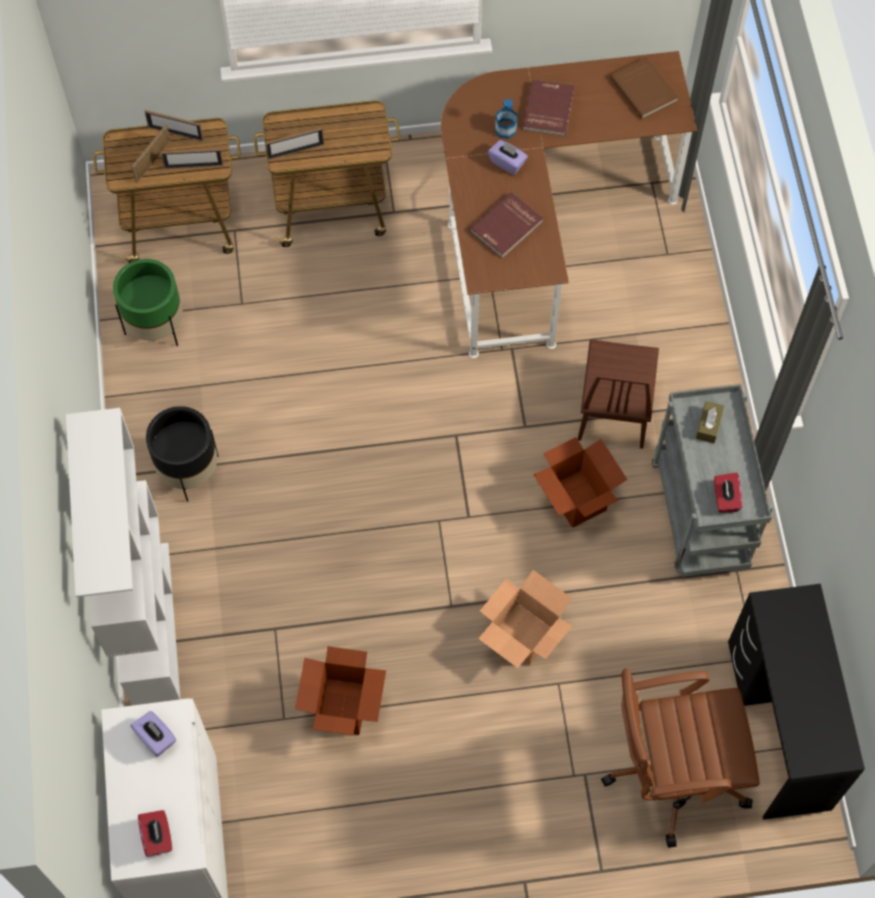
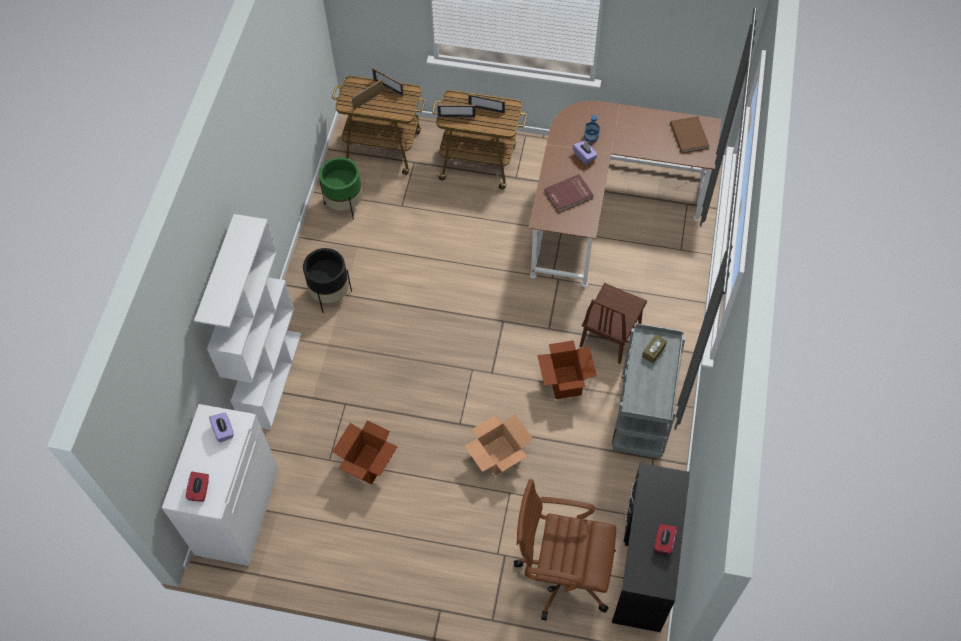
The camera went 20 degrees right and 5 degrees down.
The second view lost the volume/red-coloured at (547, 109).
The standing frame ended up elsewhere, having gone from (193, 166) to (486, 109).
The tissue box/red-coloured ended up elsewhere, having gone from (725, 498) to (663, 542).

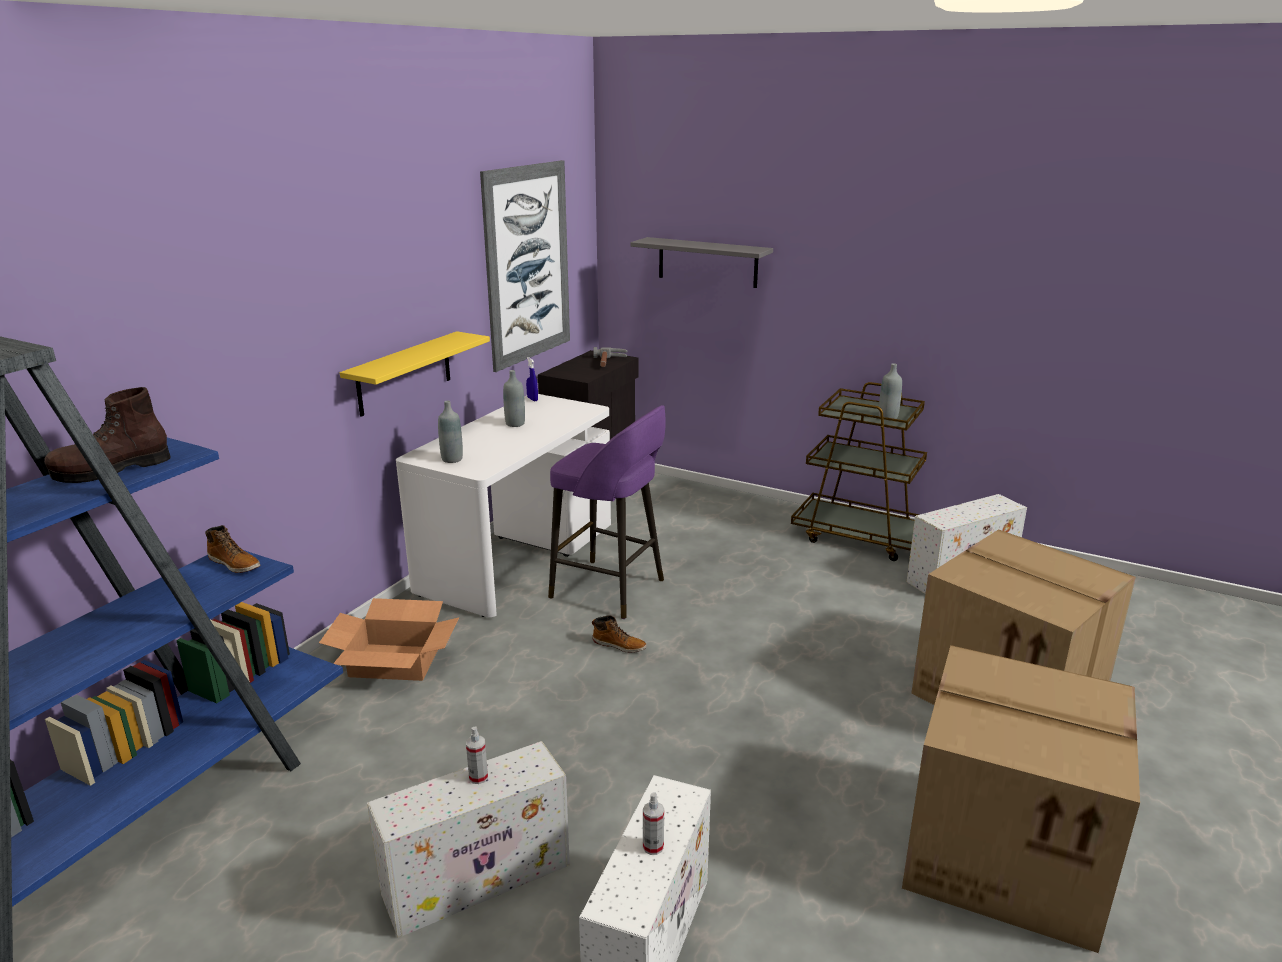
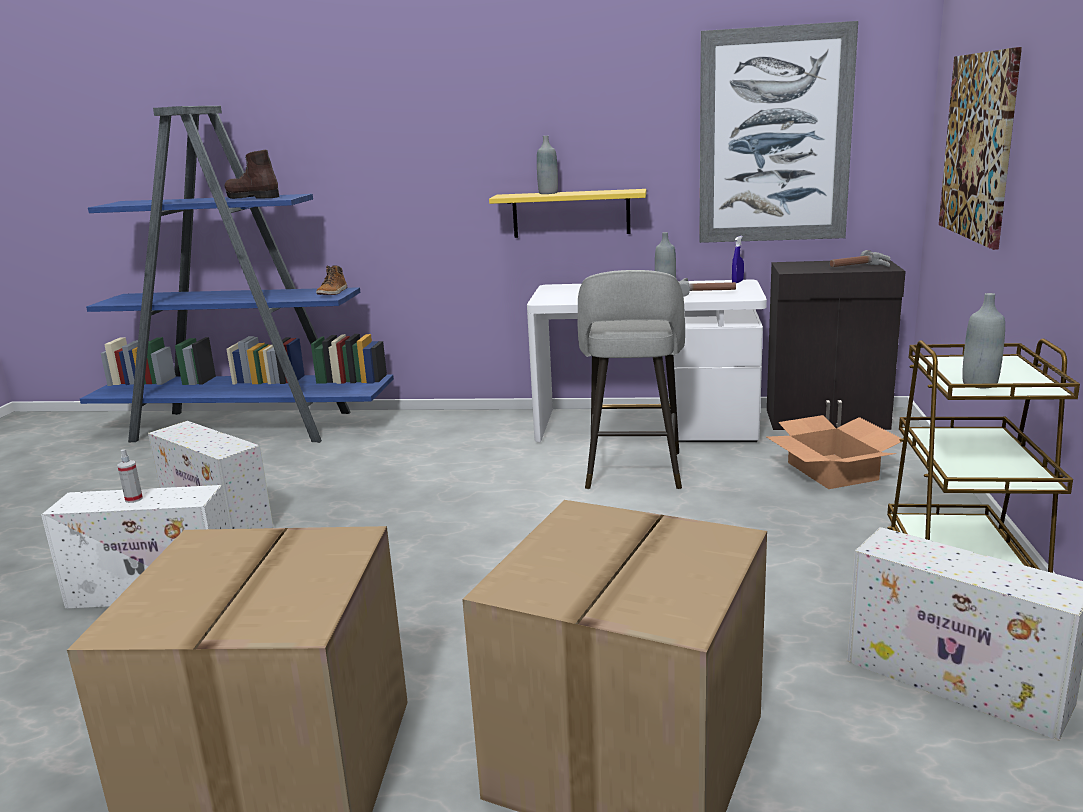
The camera went 70 degrees right and 5 degrees down.
Where the wall shelf/greyish hung at (707, 262), the picture came to hang at (979, 146).
The beverage bottle/greyish ended up elsewhere, having gone from (452, 459) to (548, 193).
What was the stool/purple-coloured at (610, 590) turned into the stool/greyish at (633, 472).
The carton ended up elsewhere, having gone from (394, 662) to (832, 471).
The second view lost the high-top boot at (619, 645).
The second view lost the sprayer at (478, 777).
The second view gained the tool hammer at (705, 292).

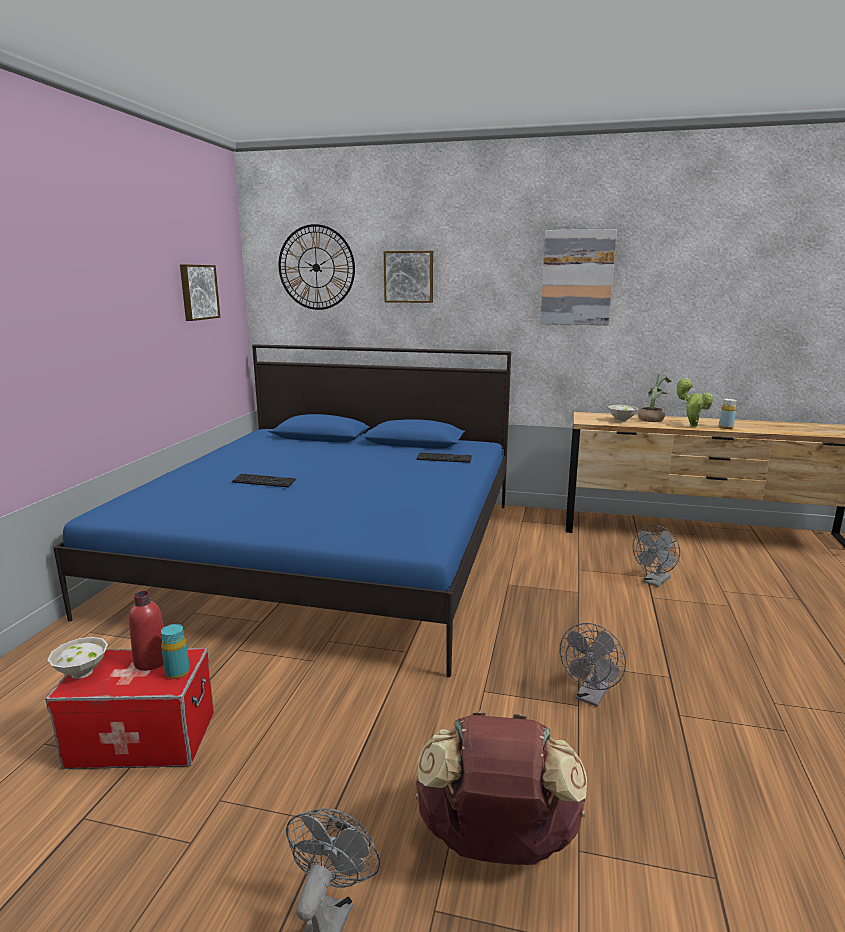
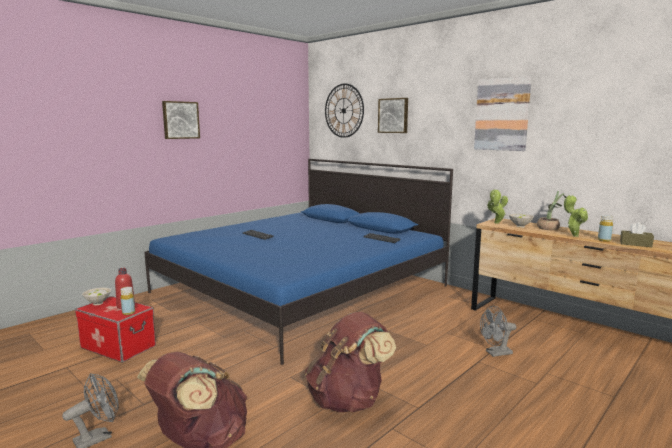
The camera went 30 degrees right and 5 degrees down.
The picture ended up elsewhere, having gone from (198, 292) to (180, 120).
Where the cooling fan/greyish stood at (591, 697), the backpack/brown came to stand at (348, 400).
What was the beverage bottle/turquoise-coloured at (177, 672) turned into the beverage bottle/yellow at (128, 313).
The second view gained the potted plant at (496, 223).
The second view gained the tissue box/brown at (635, 244).

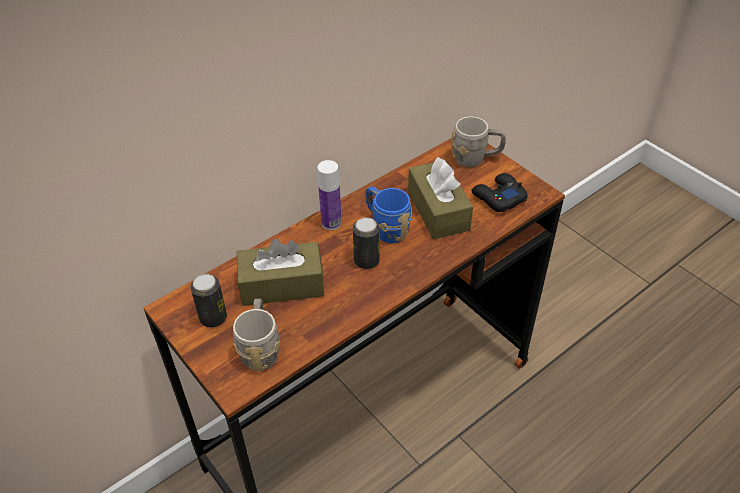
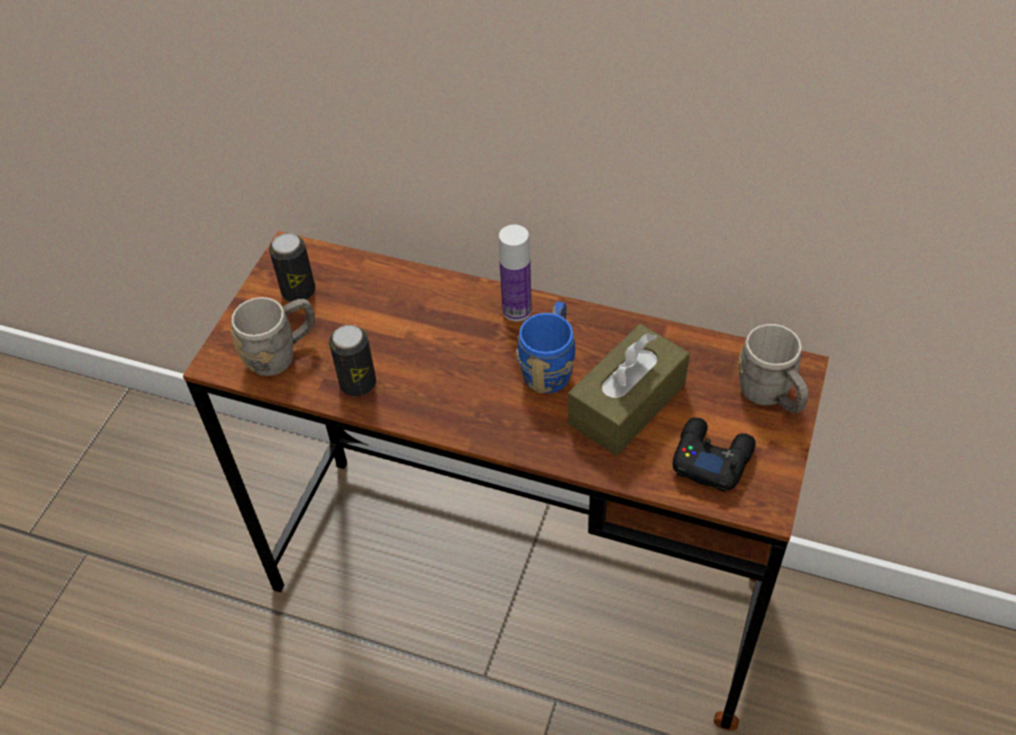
The camera went 60 degrees right and 5 degrees up.
The can ended up elsewhere, having gone from (366, 261) to (358, 383).
The second view lost the tissue box/brown at (282, 285).

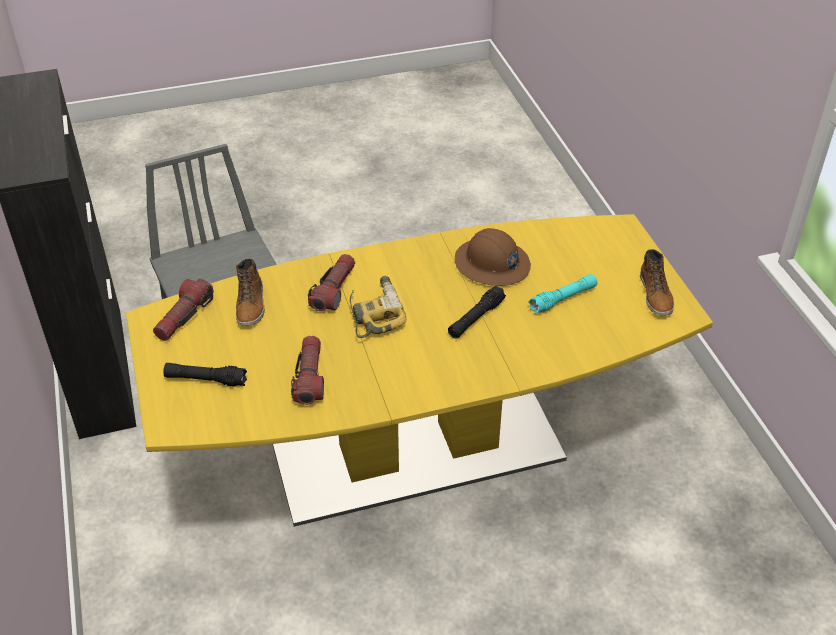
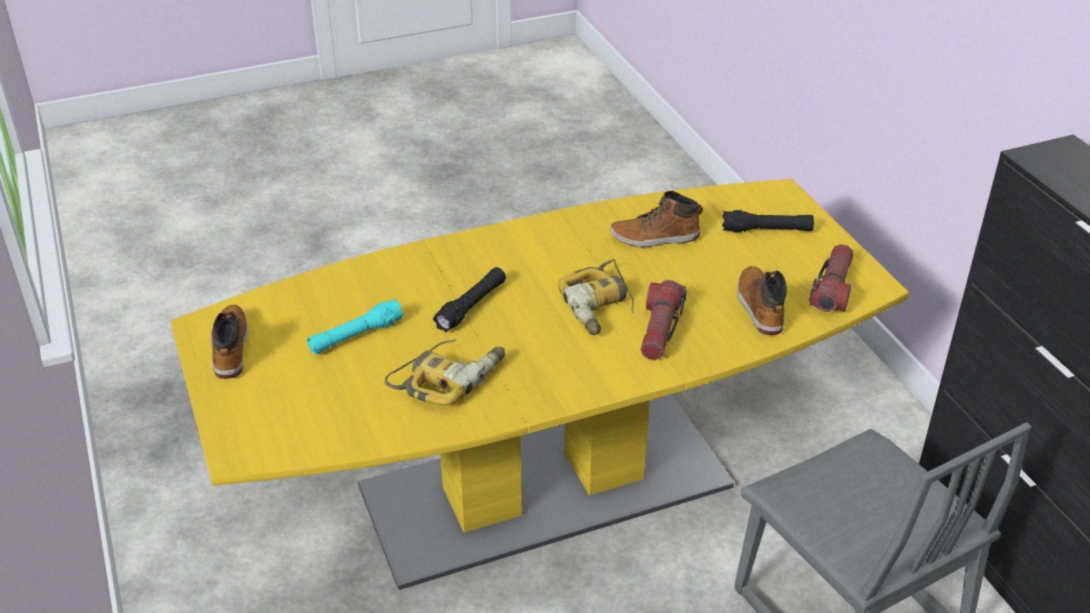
The camera went 175 degrees right and 5 degrees down.
Where the work helmet/brown stood at (492, 264), the drill came to stand at (448, 378).
Where the hand torch stood at (310, 378), the high-top boot came to stand at (655, 238).

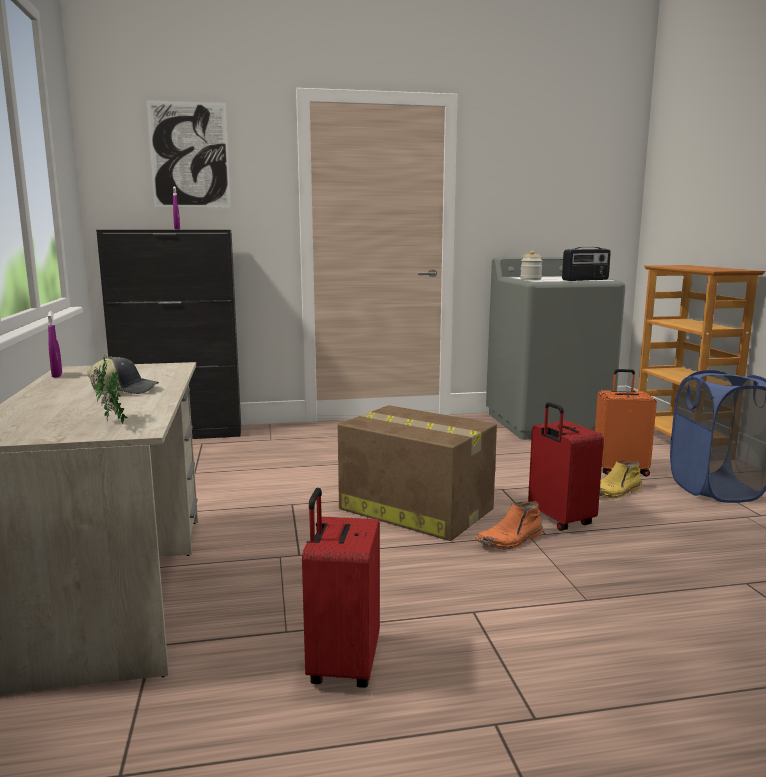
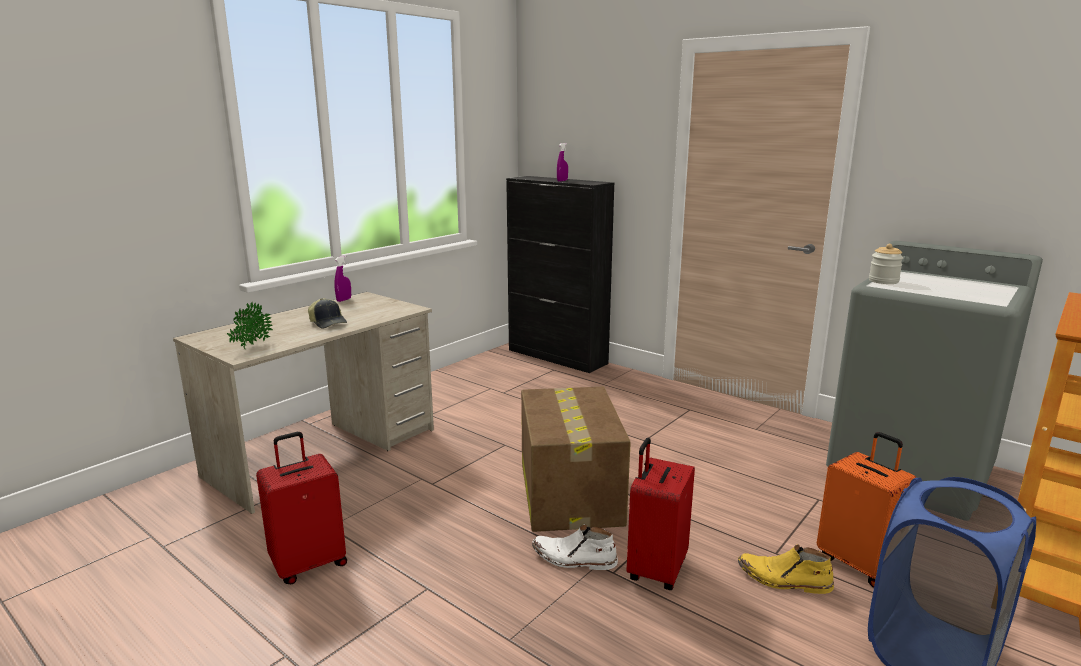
The camera went 50 degrees right and 5 degrees up.
The second view lost the picture at (189, 155).
The second view lost the radio set at (585, 280).
What was the high-top boot/orangey at (510, 540) turned into the high-top boot/white-coloured at (573, 559).

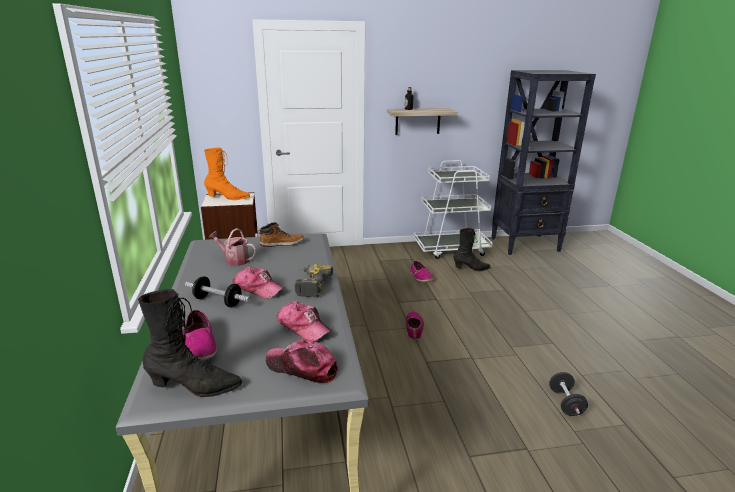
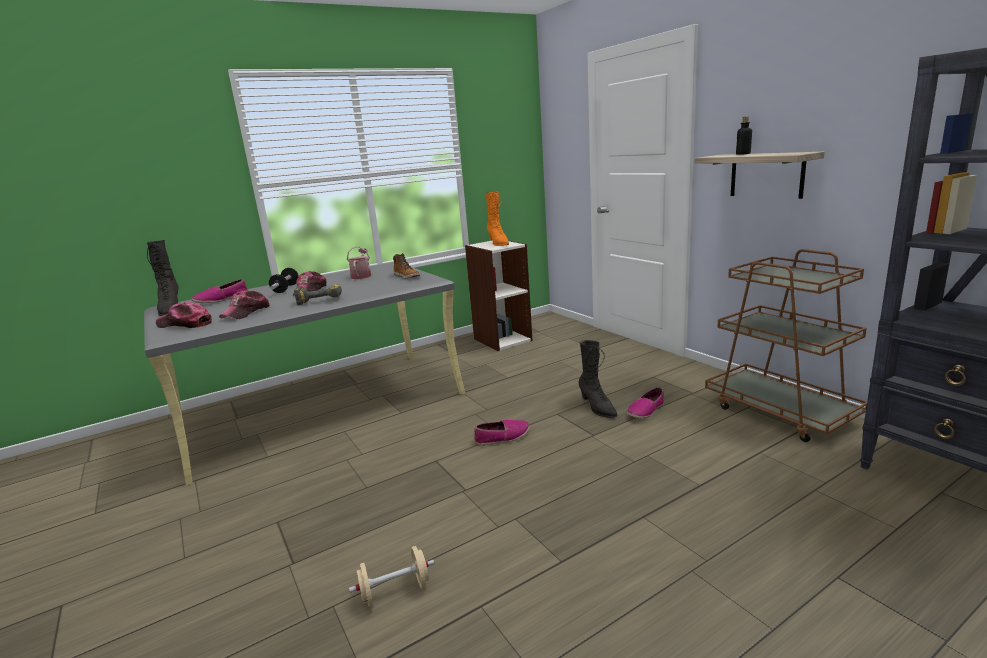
The camera went 70 degrees right and 5 degrees down.
What was the cart/white-coloured at (451, 249) turned into the cart/brown at (780, 411).
The high-top boot/black-coloured ended up elsewhere, having gone from (471, 268) to (597, 408).
The baseball cap at (302, 368) ended up facing another way, 75 degrees counterclockwise from before.
What was the hand weight/black-coloured at (565, 403) turned into the hand weight/beige-coloured at (395, 591).

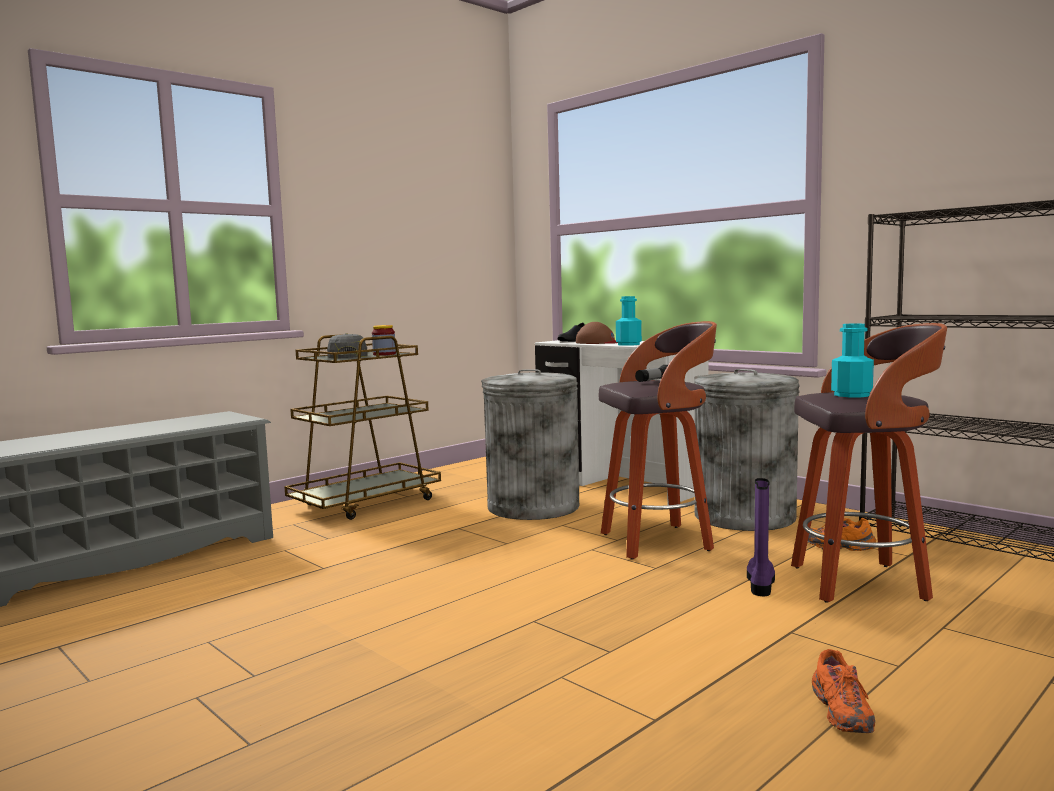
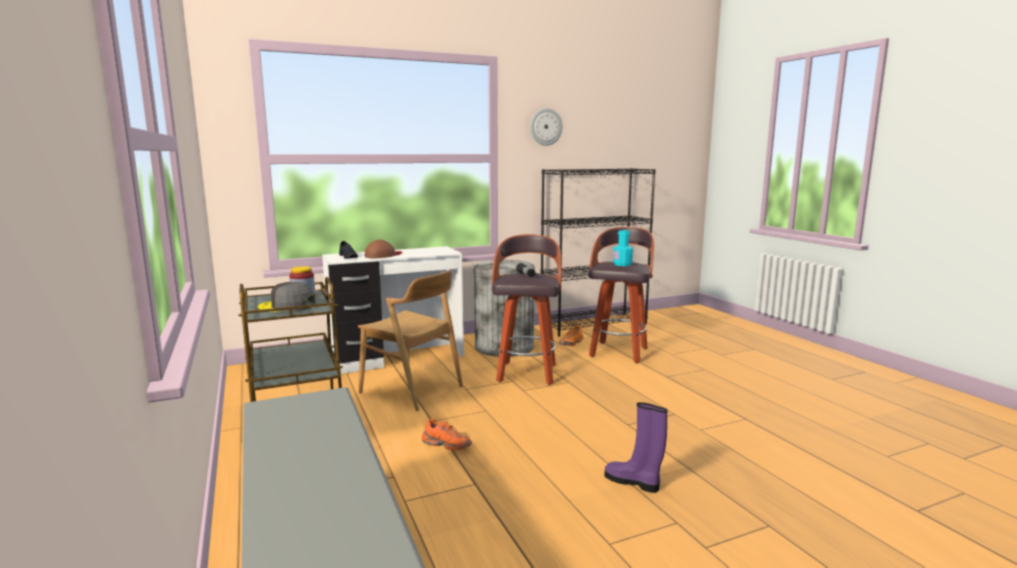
The camera went 70 degrees left and 5 degrees up.
The second view lost the beverage bottle/turquoise-coloured at (628, 344).
Where the trash can/greyish stood at (532, 506), the plain chair/brown came to stand at (411, 390).
The high-top boot/purple-coloured ended up elsewhere, having gone from (760, 583) to (633, 482).
The shoe/orangey ended up elsewhere, having gone from (842, 714) to (446, 445).
The second view gained the clock on the wall at (545, 127).

